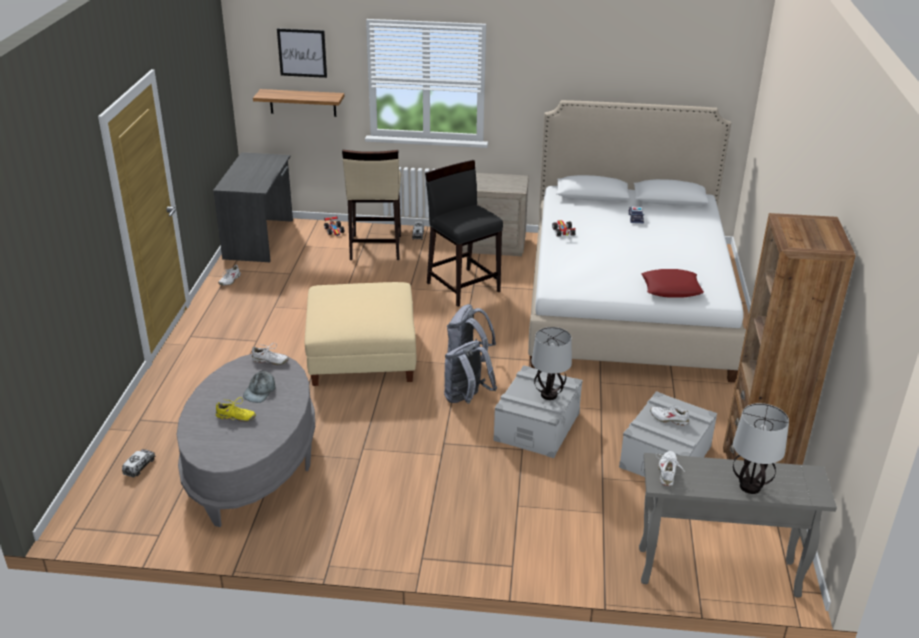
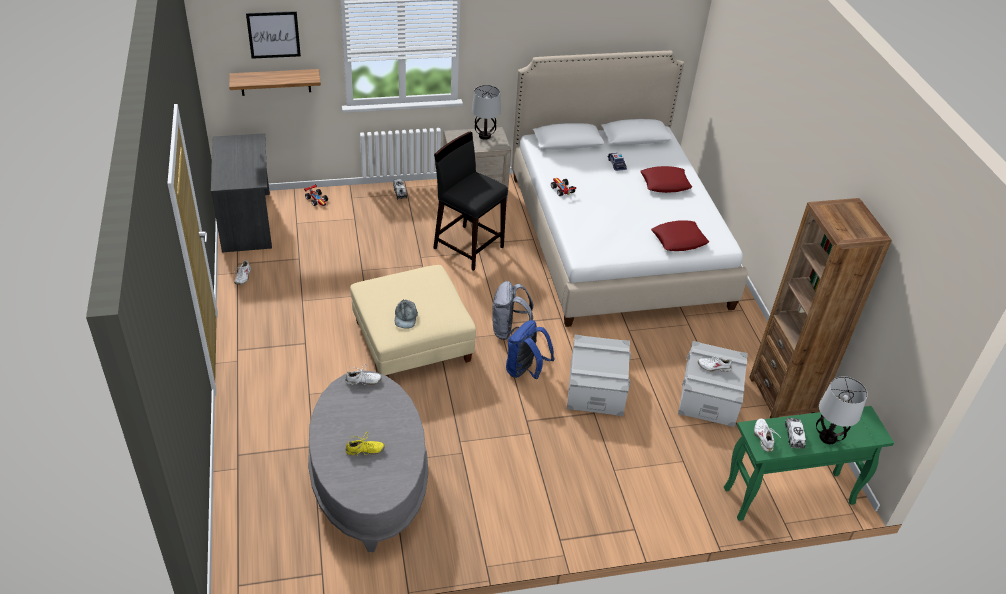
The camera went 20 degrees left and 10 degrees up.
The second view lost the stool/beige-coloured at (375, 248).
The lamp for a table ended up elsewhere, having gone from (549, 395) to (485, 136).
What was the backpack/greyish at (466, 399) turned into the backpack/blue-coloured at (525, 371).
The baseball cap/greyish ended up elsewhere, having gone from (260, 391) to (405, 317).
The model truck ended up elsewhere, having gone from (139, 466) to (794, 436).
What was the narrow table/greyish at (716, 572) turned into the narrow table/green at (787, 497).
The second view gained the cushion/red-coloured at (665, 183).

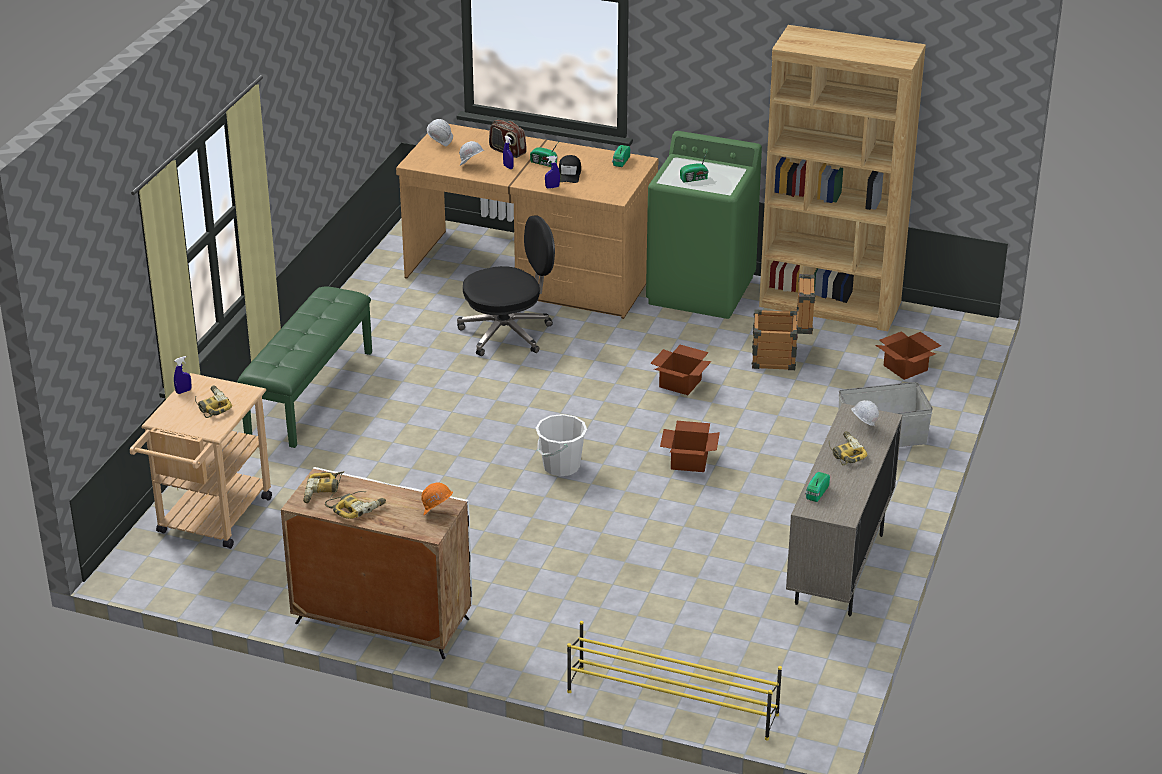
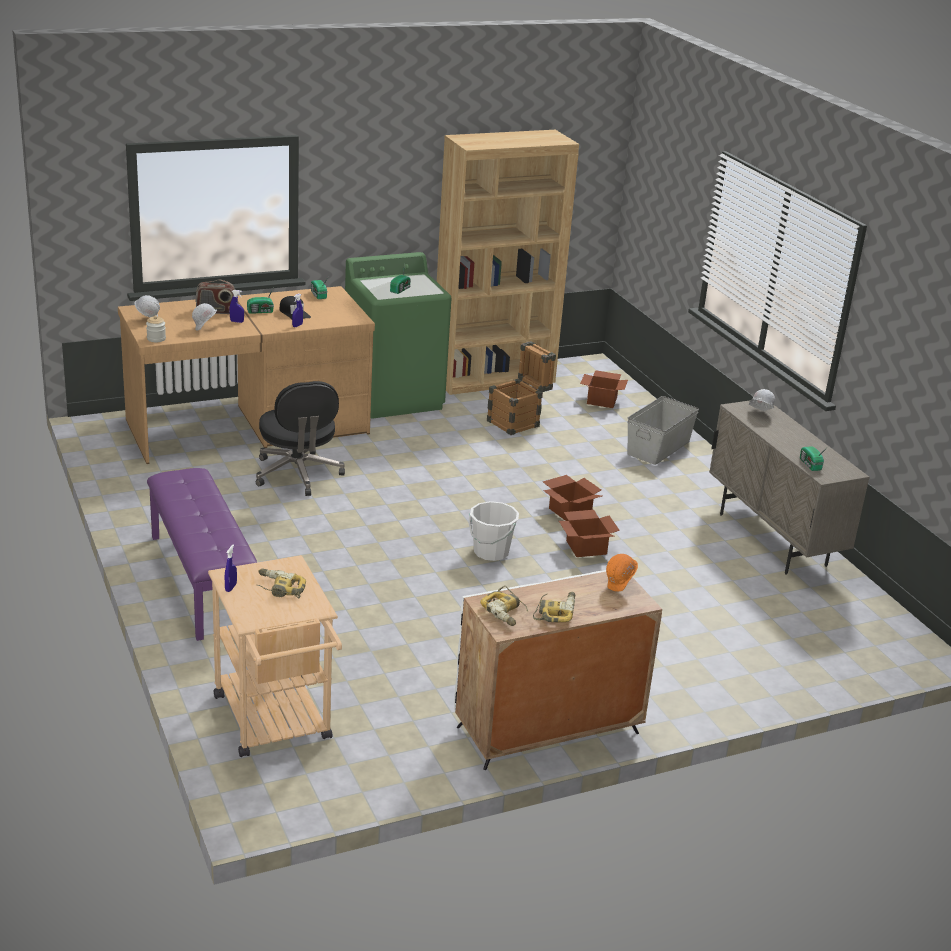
The camera went 45 degrees left and 5 degrees down.
The office chair/black-coloured at (507, 333) ended up facing another way, 135 degrees clockwise from before.
What was the bench/green at (309, 393) turned into the bench/purple-coloured at (201, 581).
The carton ended up elsewhere, having gone from (681, 383) to (586, 547).
The second view lost the drill at (844, 453).
The second view lost the shoe rack/yellow at (671, 702).
The second view gained the jar at (156, 339).

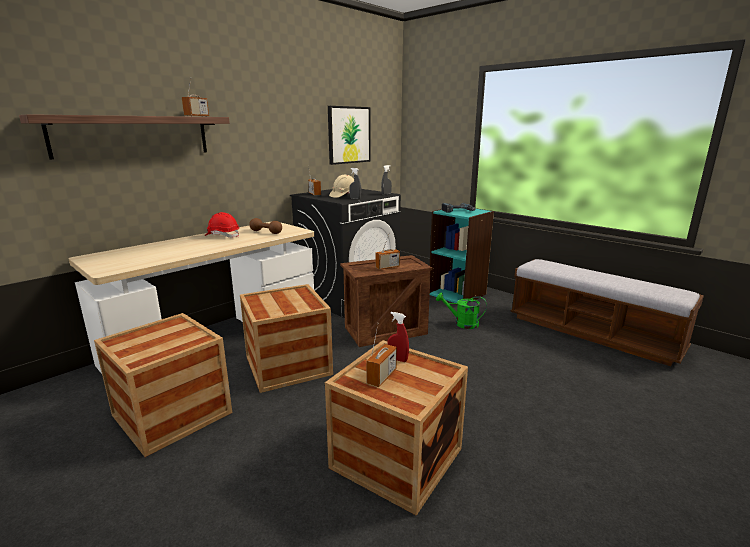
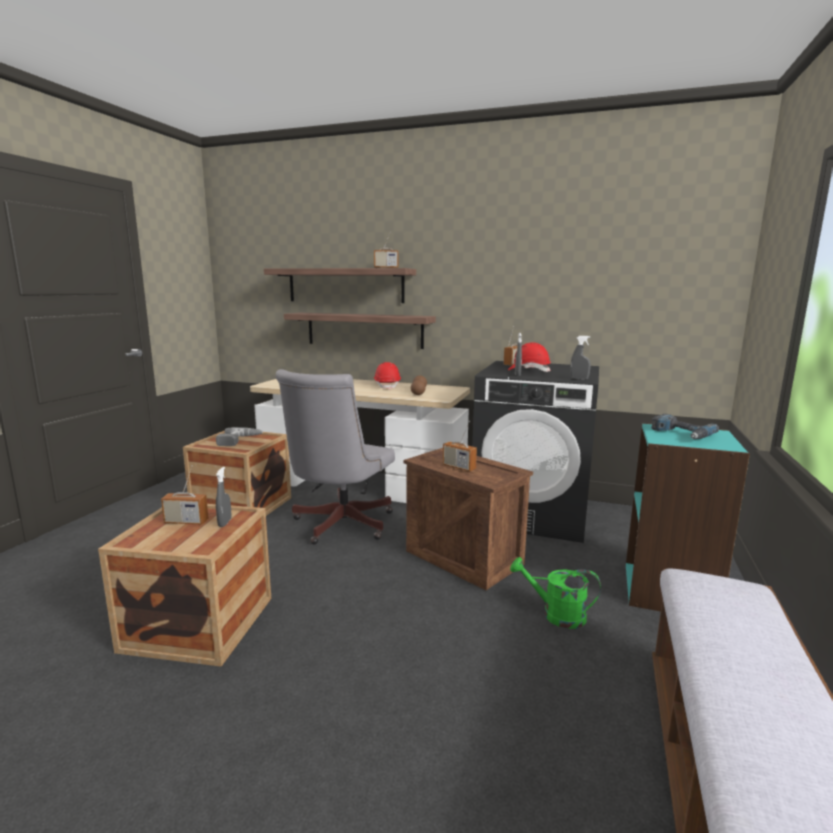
The camera went 65 degrees right and 5 degrees down.
The second view lost the picture at (349, 135).
What was the work helmet/beige-coloured at (343, 195) turned into the work helmet/red-coloured at (528, 370).
Where the shipping crate stood at (288, 365), the office chair/greyish came to stand at (339, 525).
The watering pot/green at (462, 323) ended up facing another way, 60 degrees counterclockwise from before.
What was the sprayer/red-coloured at (397, 359) turned into the sprayer/greyish at (224, 523).
The second view gained the wall shelf at (364, 330).
The second view gained the drill at (239, 440).

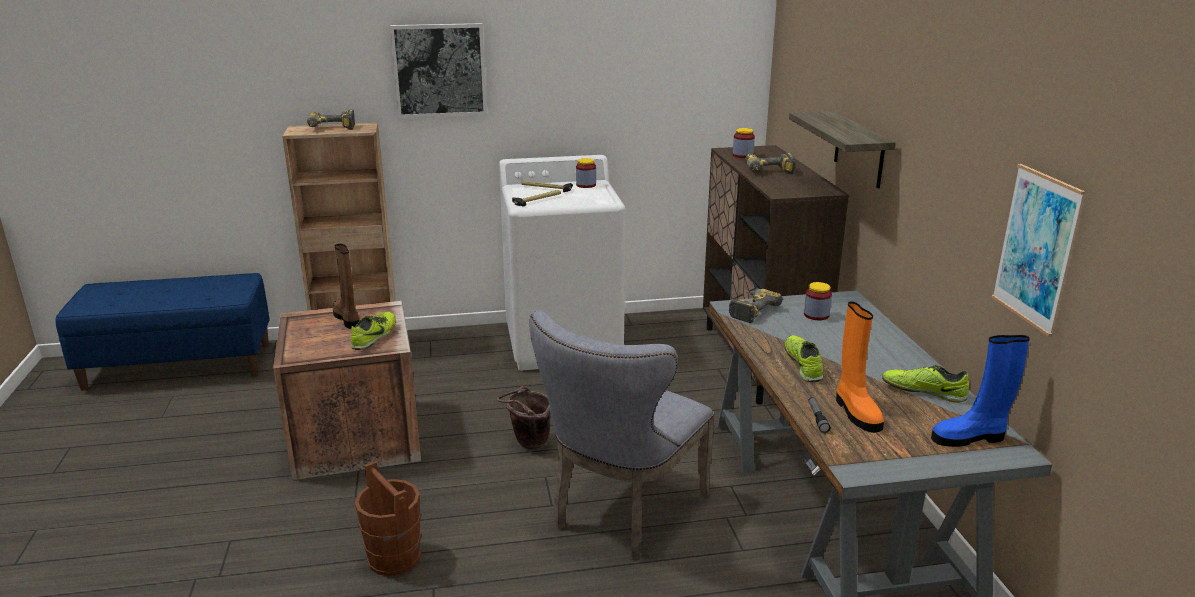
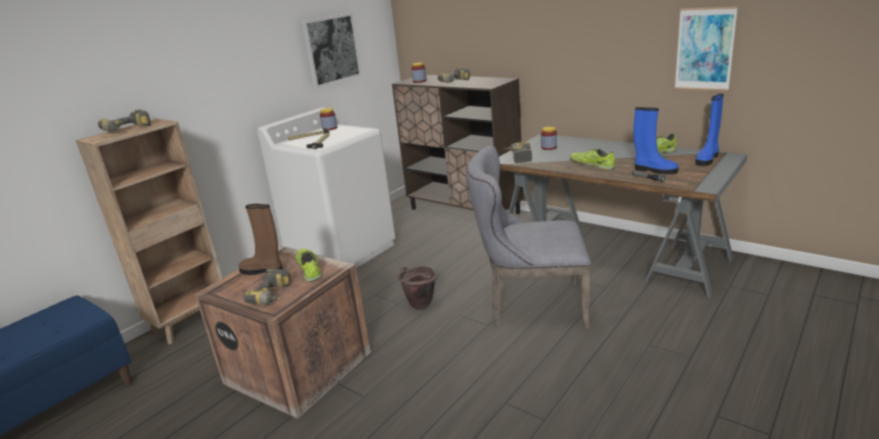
The camera went 40 degrees left and 0 degrees up.
The picture ended up elsewhere, having gone from (439, 70) to (331, 49).
The second view lost the wall shelf at (859, 149).
What was the high-top boot/orangey at (856, 412) turned into the high-top boot/blue-coloured at (654, 170).
The plain chair/greyish at (622, 514) ended up facing another way, 105 degrees clockwise from before.
The second view lost the pail/brown at (394, 557).
The second view gained the drill at (275, 296).

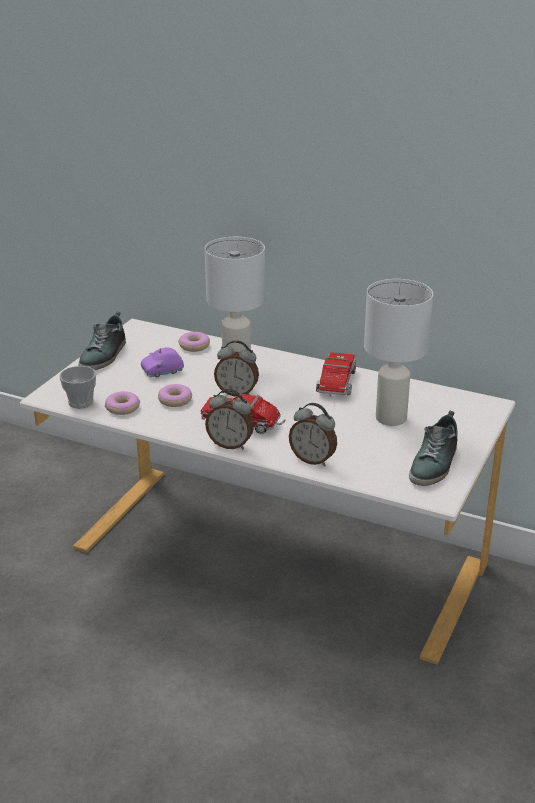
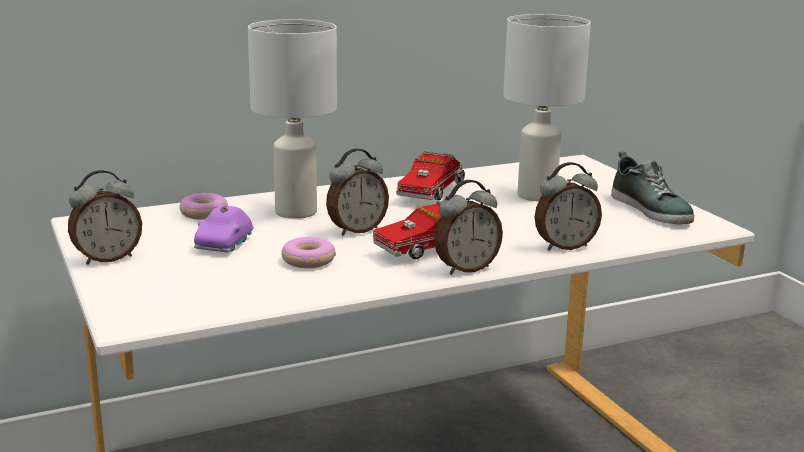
The camera went 50 degrees left and 10 degrees down.
Where the shoe stood at (104, 355), the table clock came to stand at (107, 258).
The model truck at (336, 385) ended up facing another way, 120 degrees counterclockwise from before.
The second view lost the drinking cup at (80, 402).
The second view lost the ring doughnut at (122, 408).

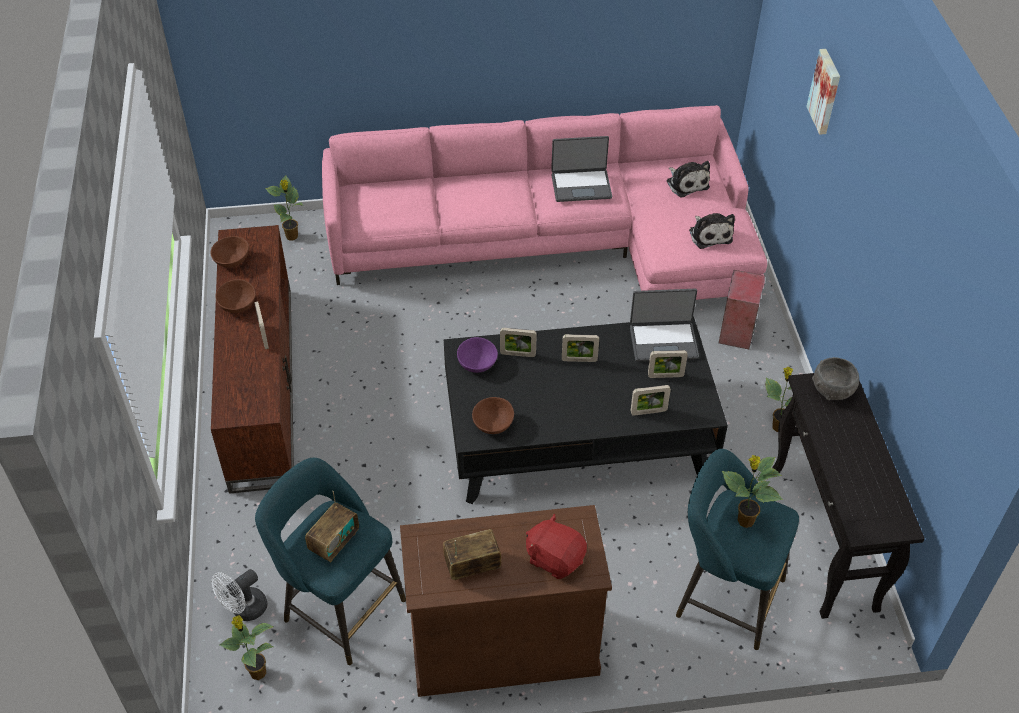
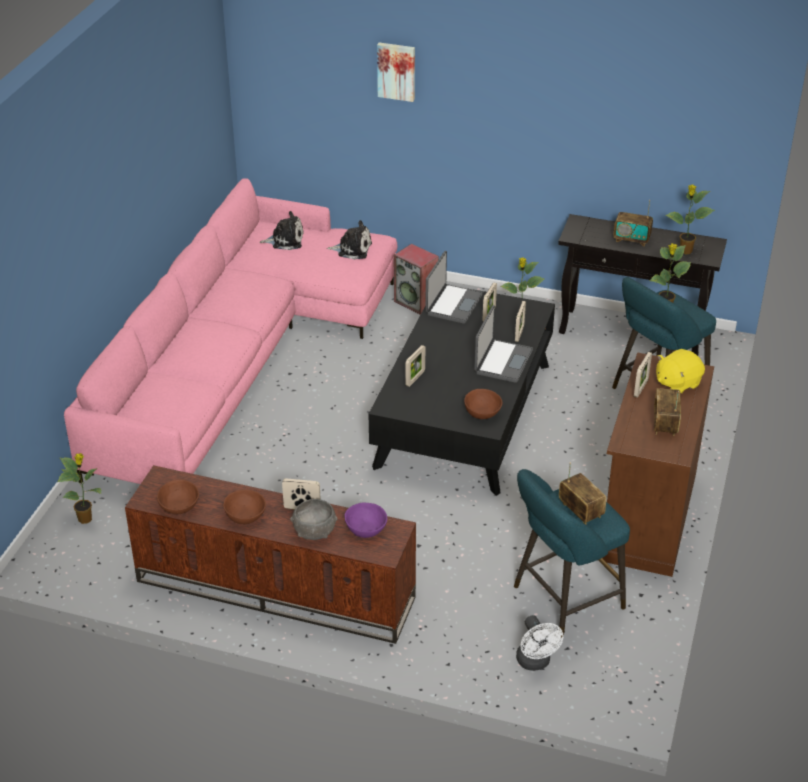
The camera went 65 degrees left and 10 degrees down.
The notebook computer ended up elsewhere, having gone from (581, 185) to (502, 361).
The standing frame ended up elsewhere, having gone from (579, 360) to (641, 388).
The deep dish/purple-coloured ended up elsewhere, having gone from (476, 363) to (365, 529).
The deep dish/greyish ended up elsewhere, having gone from (832, 390) to (314, 531).
What was the plush toy/red-coloured at (555, 558) turned into the plush toy/yellow at (677, 383).
The potted plant ended up elsewhere, having gone from (257, 672) to (685, 251).
The second view gained the radio set at (631, 239).

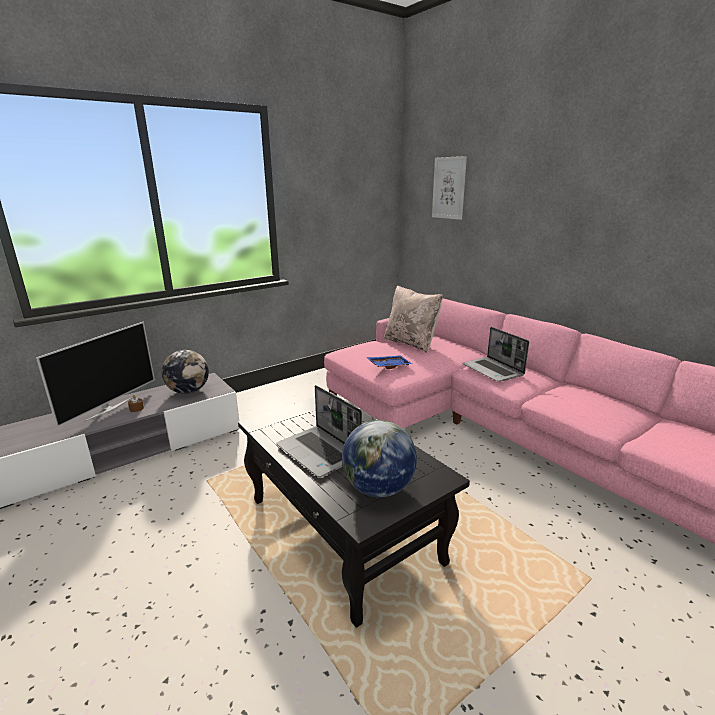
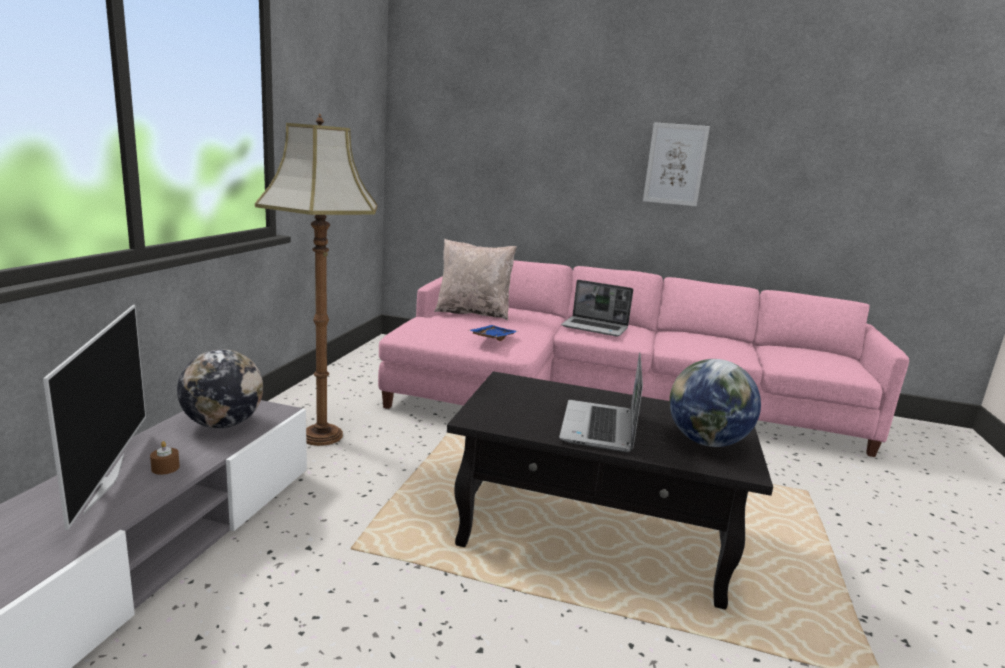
The camera went 40 degrees left and 5 degrees down.
The picture ended up elsewhere, having gone from (449, 188) to (675, 164).
The notebook computer at (320, 452) ended up facing another way, 90 degrees clockwise from before.
The second view gained the standard lamp at (320, 435).

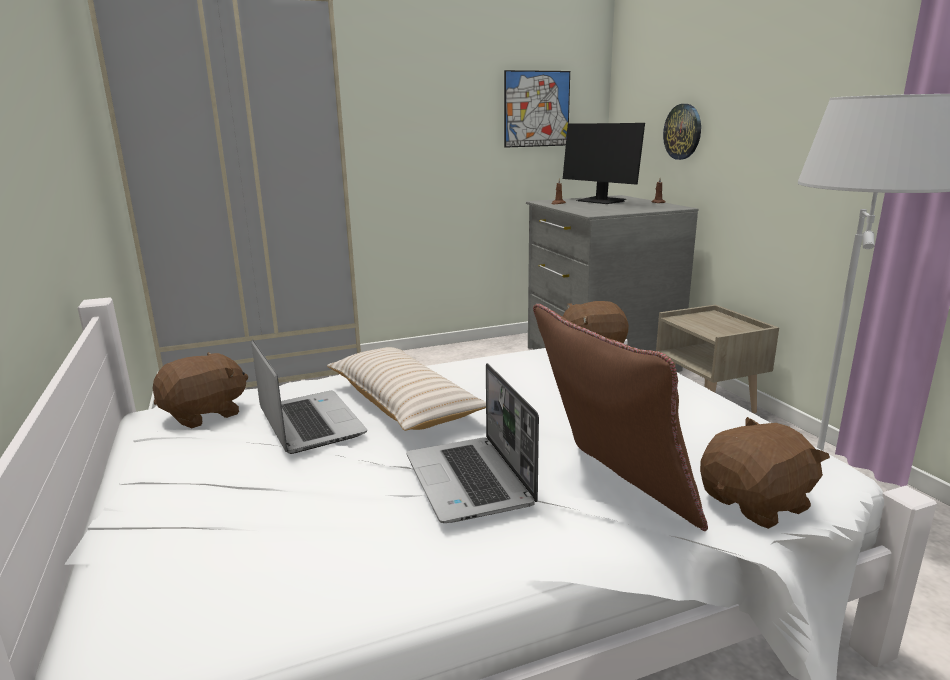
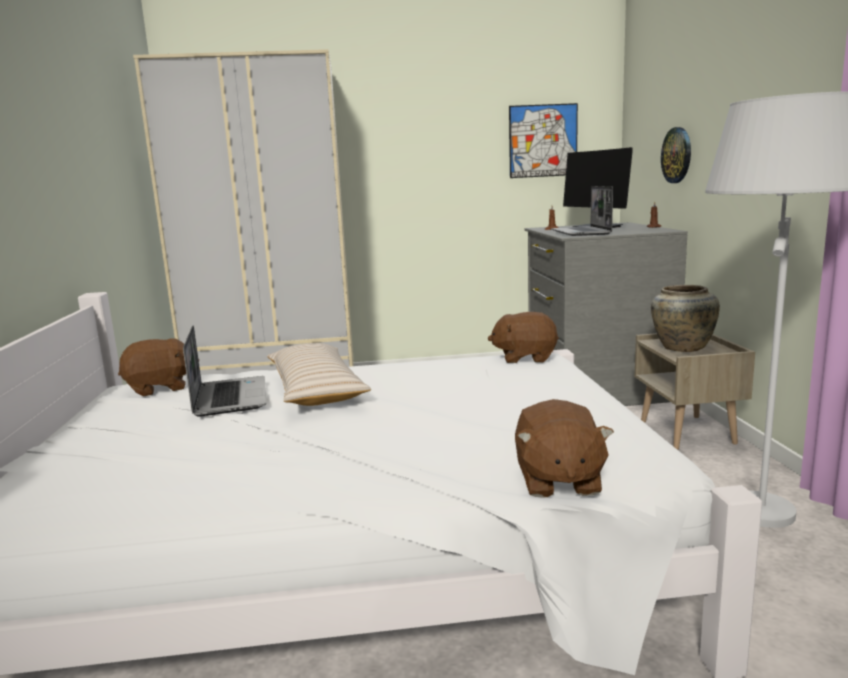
The camera went 15 degrees right and 5 degrees down.
The second view lost the cushion/brown at (610, 495).
The notebook computer ended up elsewhere, having gone from (471, 481) to (581, 233).
The plush toy/brown at (756, 503) ended up facing another way, 105 degrees clockwise from before.
The second view gained the decorative vase/beige-coloured at (681, 347).

